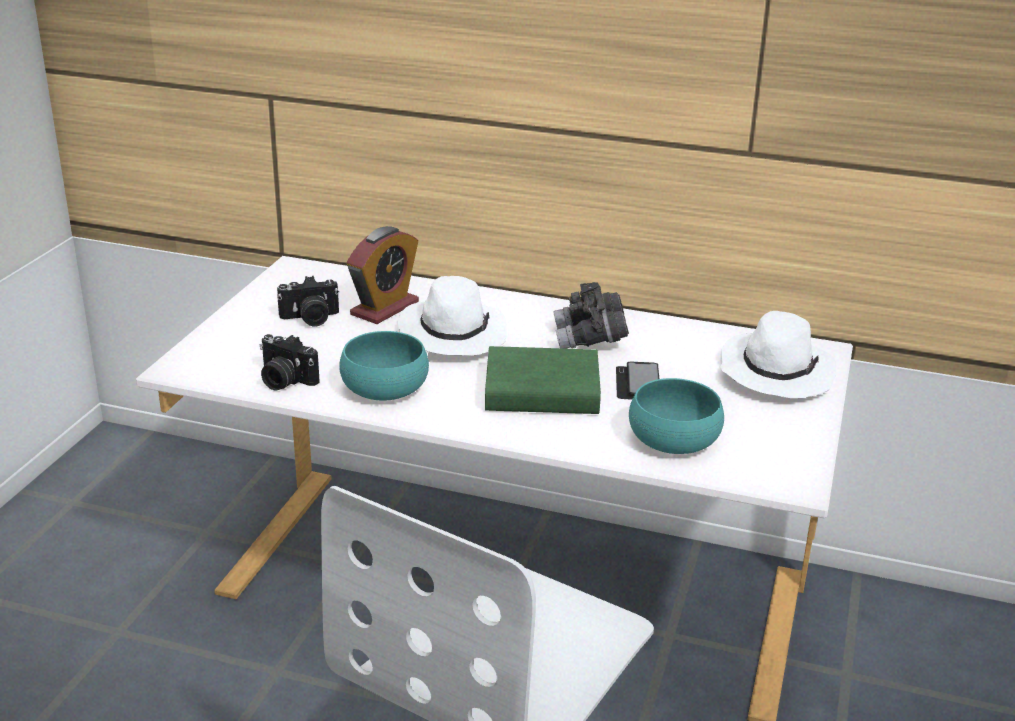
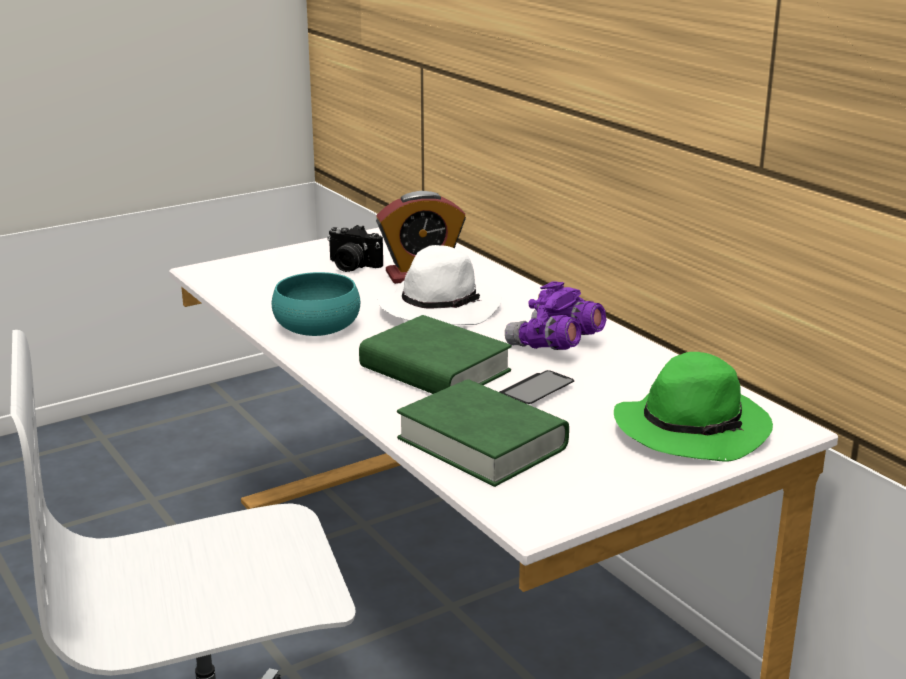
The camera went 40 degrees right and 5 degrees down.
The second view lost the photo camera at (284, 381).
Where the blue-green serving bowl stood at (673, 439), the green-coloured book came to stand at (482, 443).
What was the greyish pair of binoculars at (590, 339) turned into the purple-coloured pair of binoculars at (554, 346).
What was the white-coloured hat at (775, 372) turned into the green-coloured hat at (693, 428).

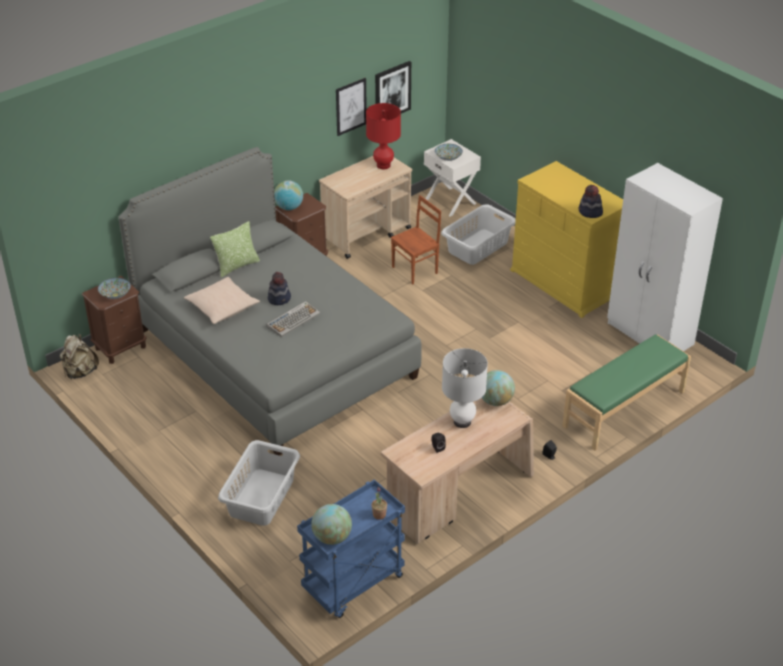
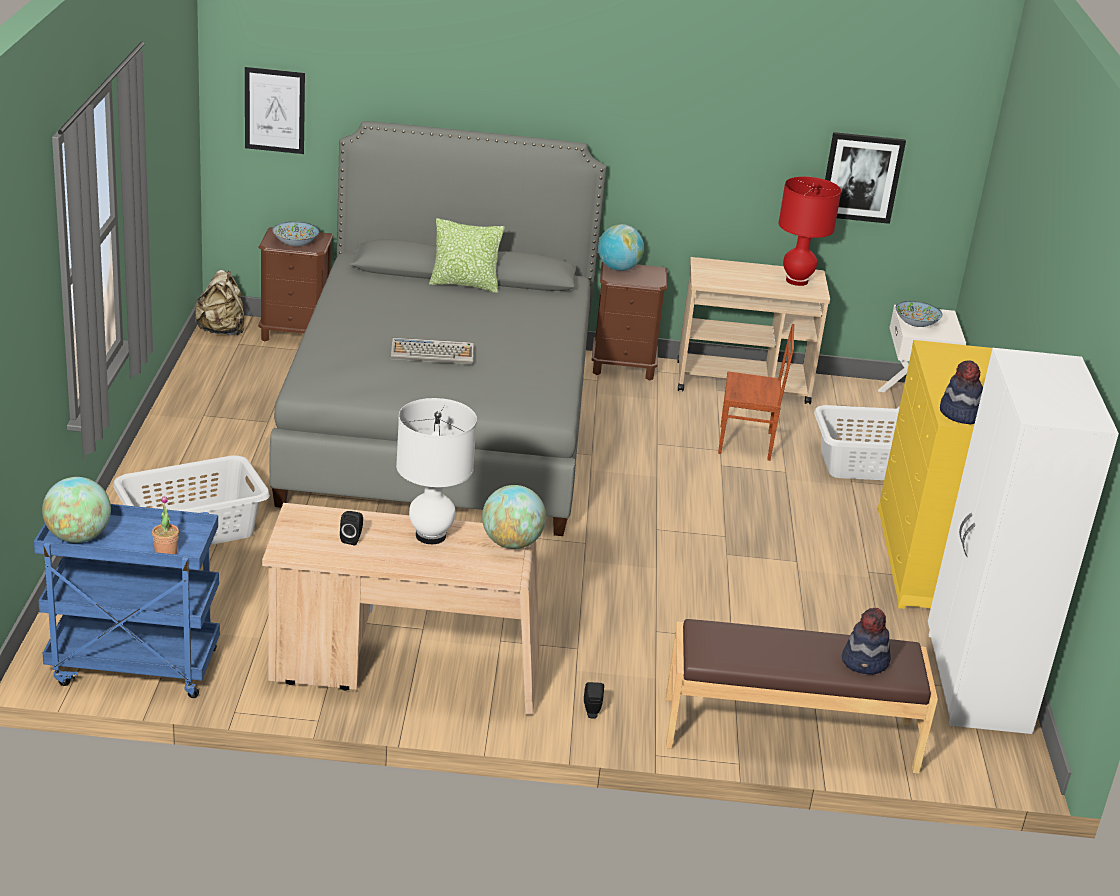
The camera went 40 degrees right and 10 degrees down.
The second view lost the beige-coloured throw pillow at (222, 307).
The hat ended up elsewhere, having gone from (279, 298) to (865, 662).
The wall art ended up elsewhere, having gone from (351, 106) to (274, 110).
What was the green-coloured long seat at (624, 409) turned into the brown-coloured long seat at (789, 734).

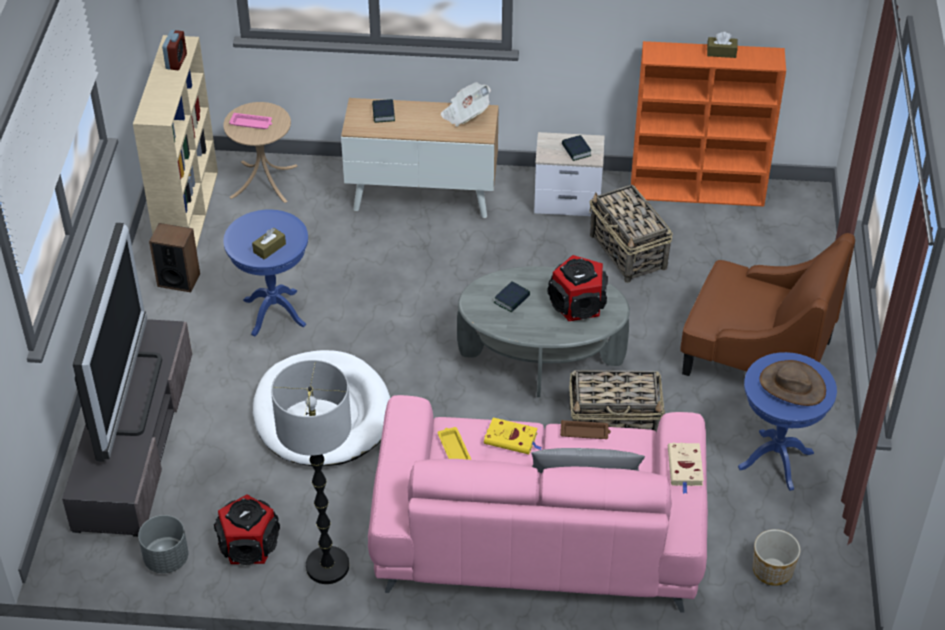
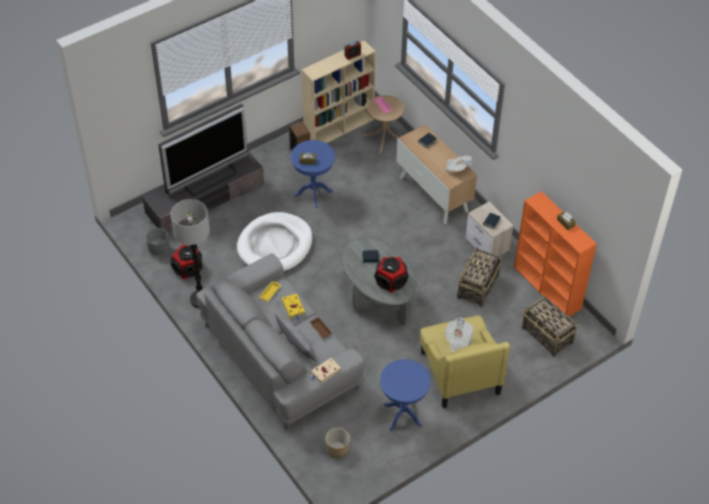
The camera went 50 degrees right and 5 degrees up.
The second view lost the brown-coloured hat at (792, 386).
The second view gained the printed paper at (458, 340).
The storage basket ended up elsewhere, having gone from (614, 427) to (547, 335).
What was the pink sofa at (537, 533) turned into the greyish sofa at (280, 355).
What was the brown-coloured lounge chair at (756, 357) turned into the yellow lounge chair at (459, 372).

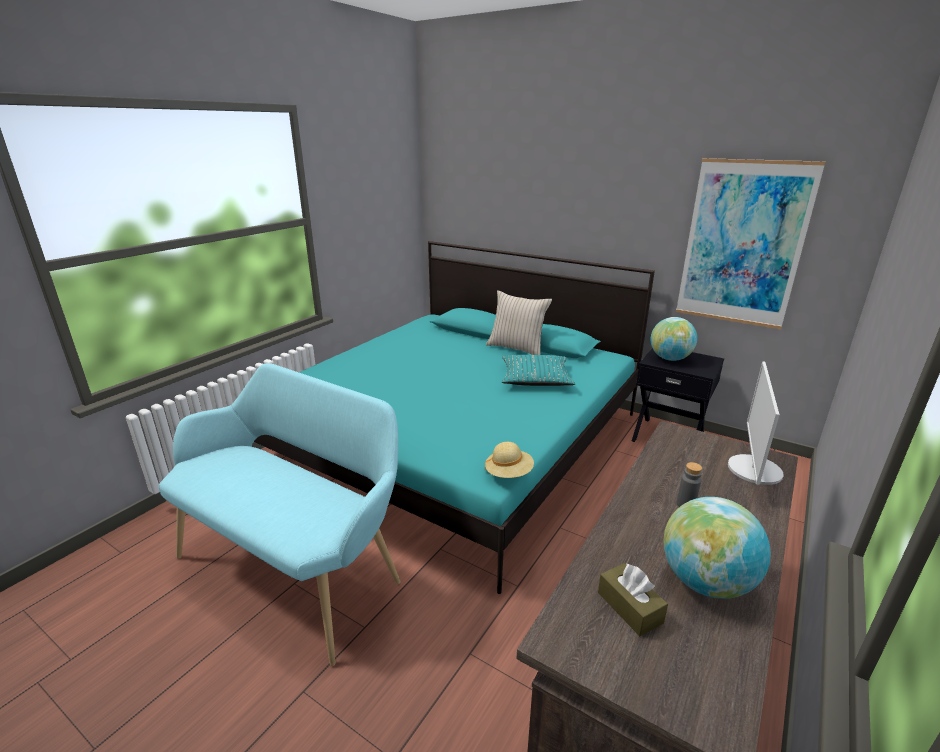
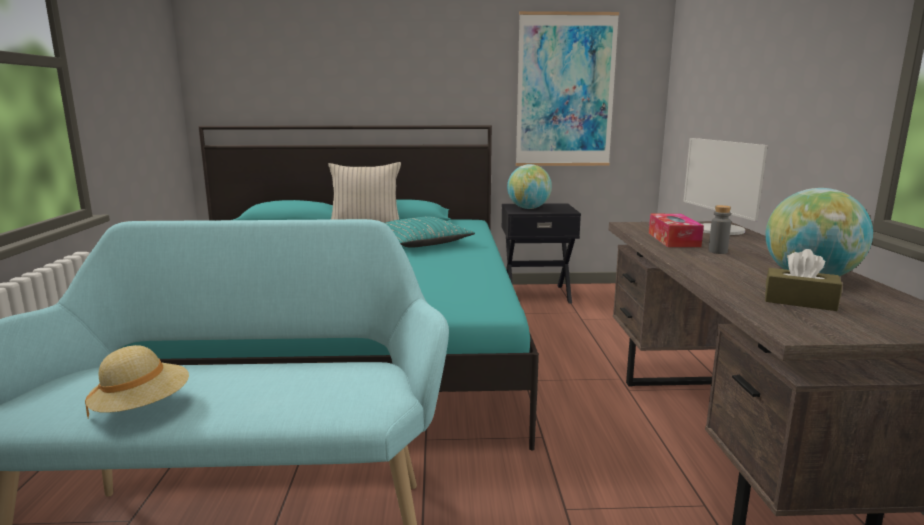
The camera went 35 degrees left and 10 degrees down.
The second view gained the tissue holder at (673, 239).
The beige-coloured hat ended up elsewhere, having gone from (509, 473) to (142, 408).

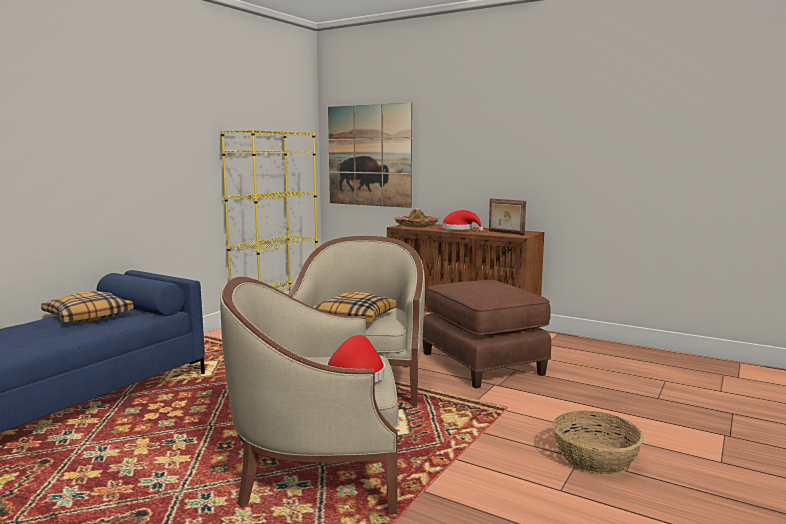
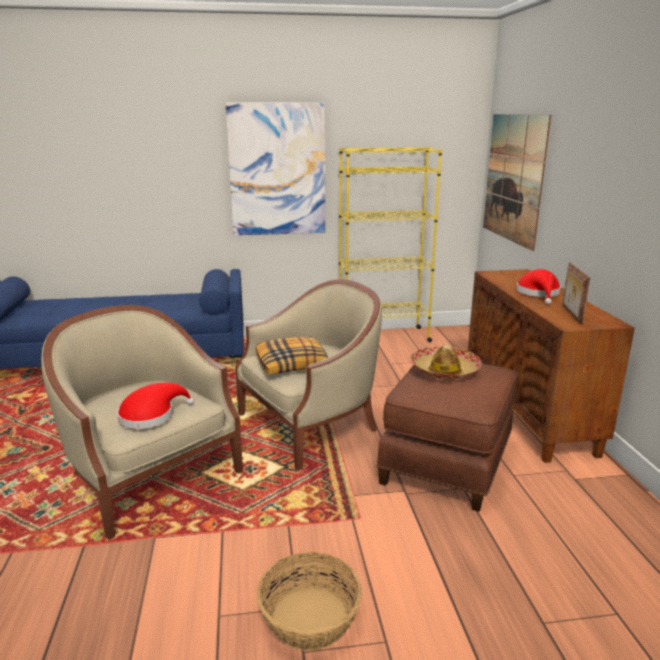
The camera went 50 degrees right and 10 degrees up.
The second view lost the throw pillow at (88, 316).
The second view gained the wall art at (277, 170).
The hat ended up elsewhere, having gone from (416, 226) to (444, 370).

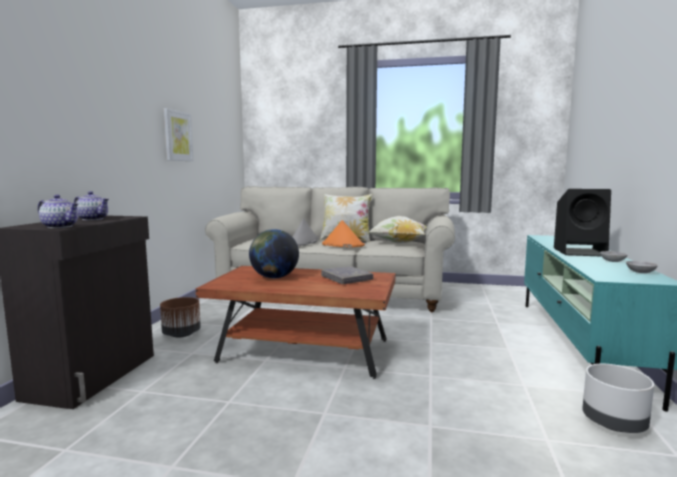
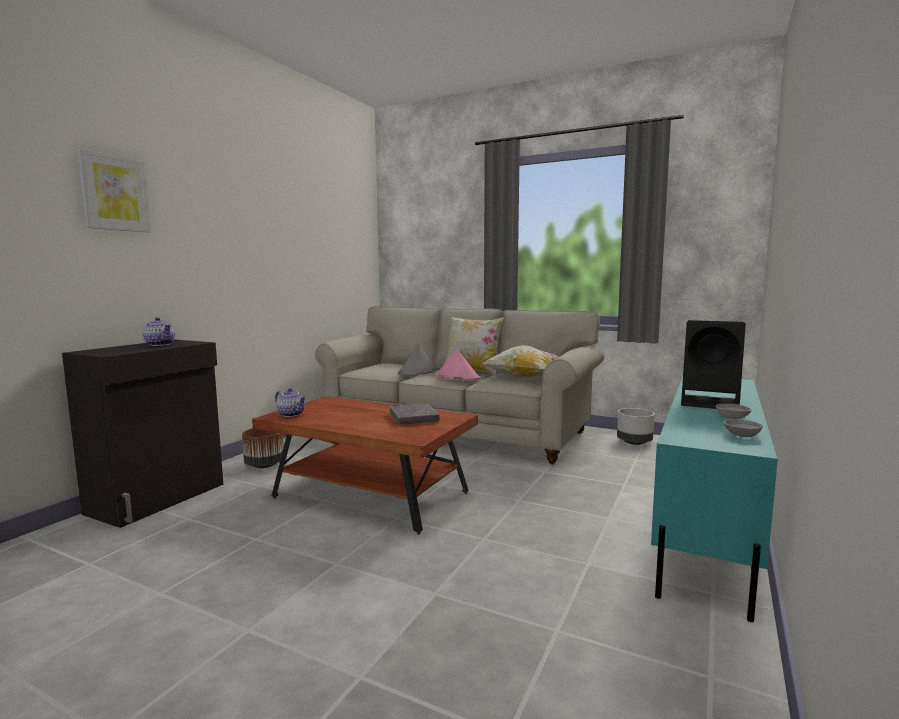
The camera went 15 degrees right and 0 degrees up.
The second view lost the globe at (274, 277).
The tea pot ended up elsewhere, having gone from (61, 226) to (292, 414).
The wall art ended up elsewhere, having gone from (177, 136) to (114, 193).
The greyish flower pot ended up elsewhere, having gone from (614, 424) to (634, 442).
What was the orange-coloured hat at (342, 245) turned into the pink hat at (457, 377).

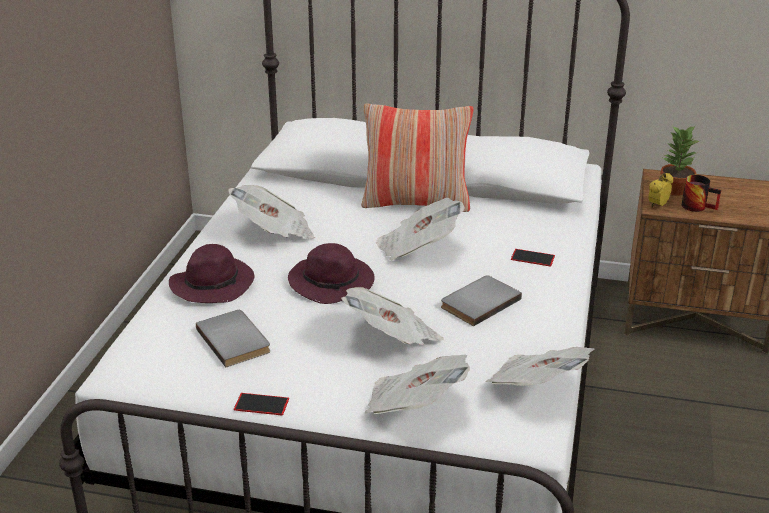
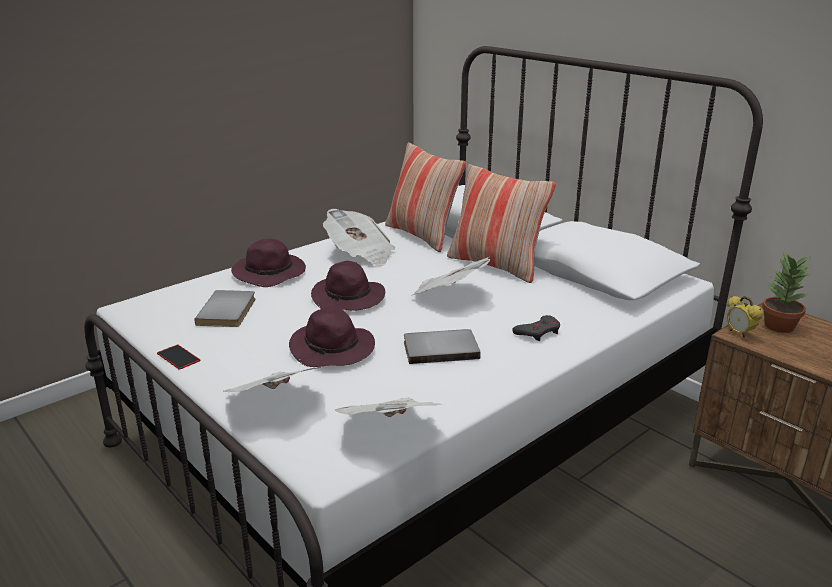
The camera went 35 degrees right and 5 degrees down.
The second view lost the coffee mug at (698, 206).
The second view gained the throw pillow at (422, 235).
Where the printed paper stood at (393, 339), the purple-coloured hat came to stand at (333, 349).
Where the telephone stood at (532, 258), the greyish joypad came to stand at (538, 332).
The table clock at (657, 206) ended up facing another way, 105 degrees counterclockwise from before.

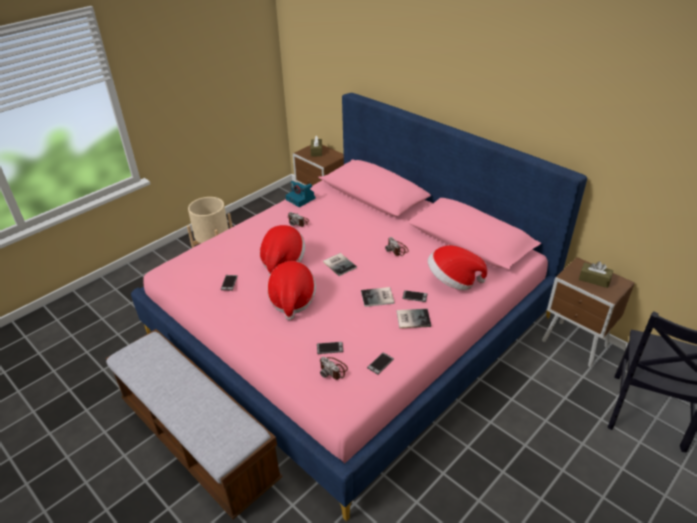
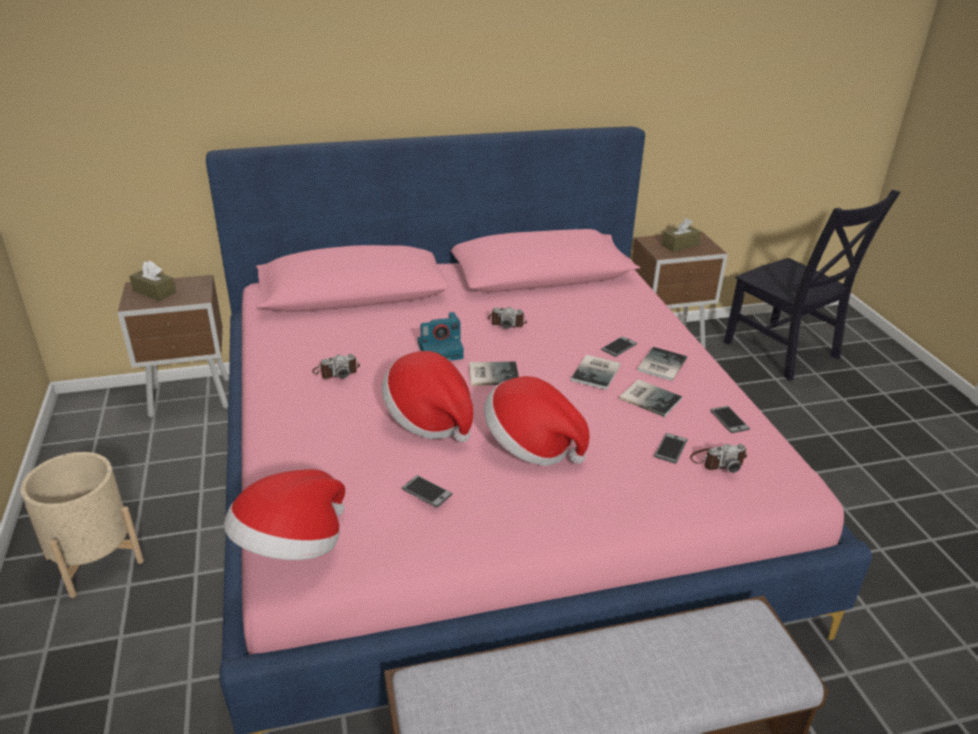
The camera went 60 degrees left and 5 degrees down.
The second view gained the book at (649, 397).
The photo camera ended up elsewhere, having gone from (301, 199) to (441, 349).
The hat ended up elsewhere, having gone from (453, 281) to (291, 547).

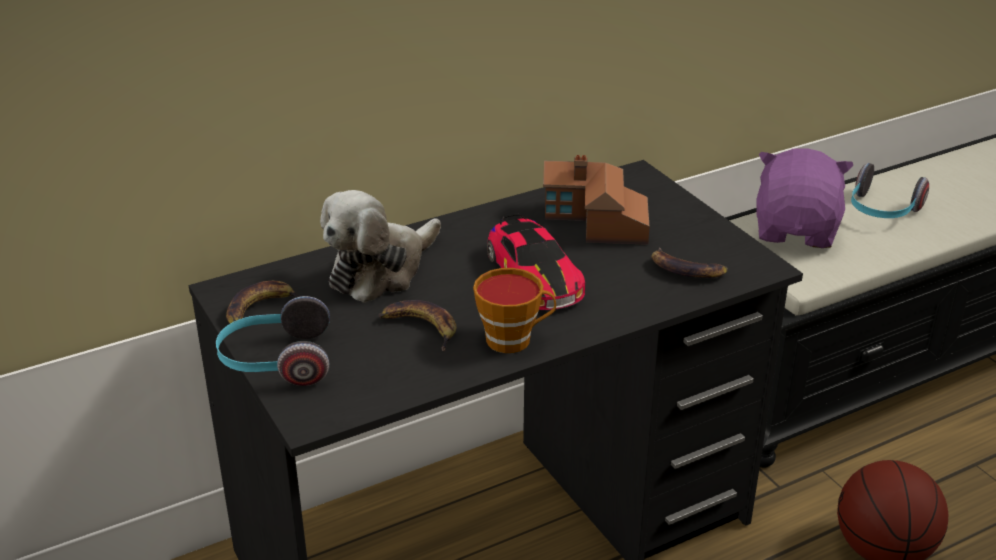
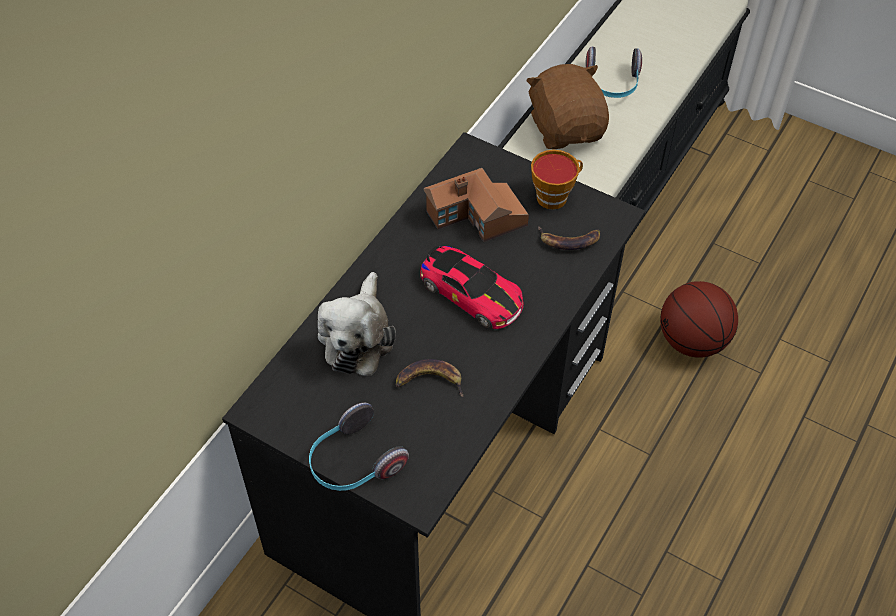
The camera went 30 degrees left and 20 degrees up.
The second view lost the banana at (260, 309).
The drinking cup ended up elsewhere, having gone from (514, 339) to (555, 196).
What was the purple-coloured soft toy at (796, 230) turned into the brown-coloured soft toy at (566, 128).

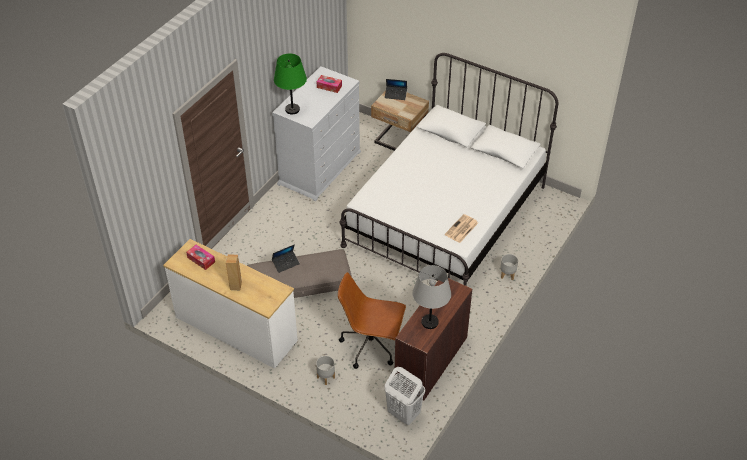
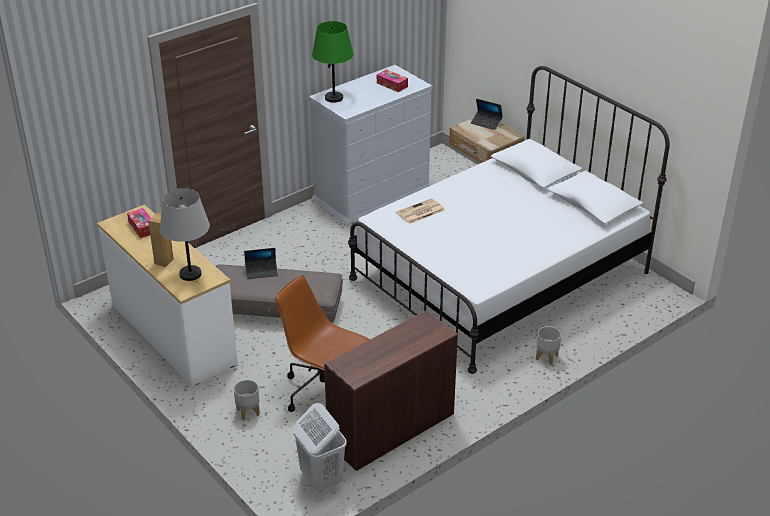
The camera went 20 degrees right and 10 degrees down.
The greyish table lamp ended up elsewhere, having gone from (430, 322) to (190, 274).
The printed paper ended up elsewhere, having gone from (461, 229) to (420, 212).

